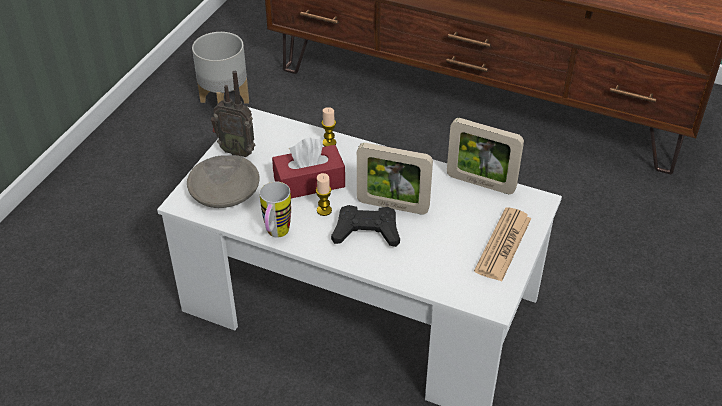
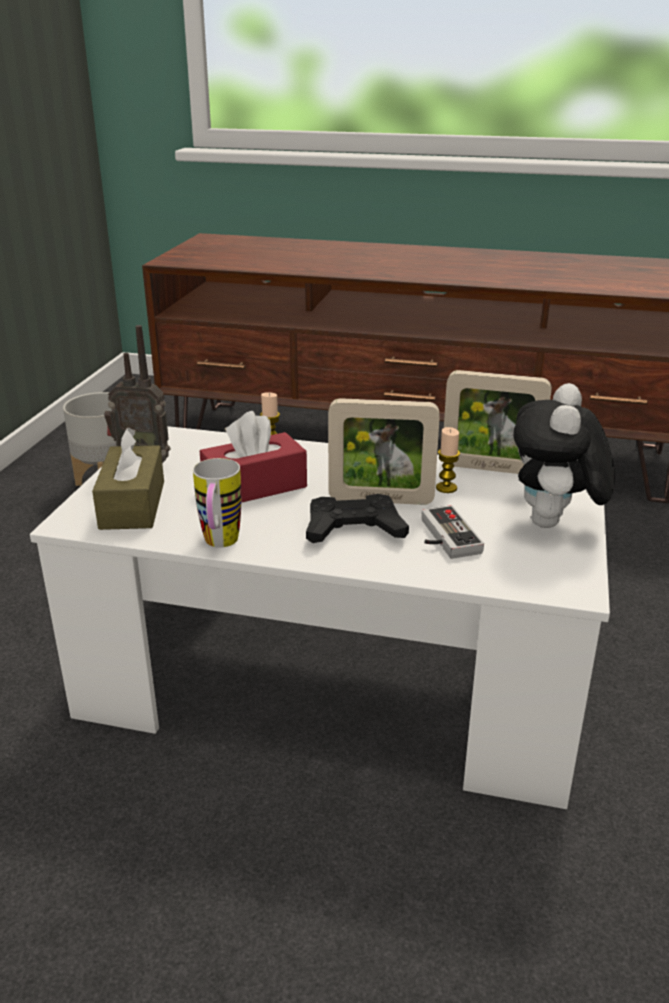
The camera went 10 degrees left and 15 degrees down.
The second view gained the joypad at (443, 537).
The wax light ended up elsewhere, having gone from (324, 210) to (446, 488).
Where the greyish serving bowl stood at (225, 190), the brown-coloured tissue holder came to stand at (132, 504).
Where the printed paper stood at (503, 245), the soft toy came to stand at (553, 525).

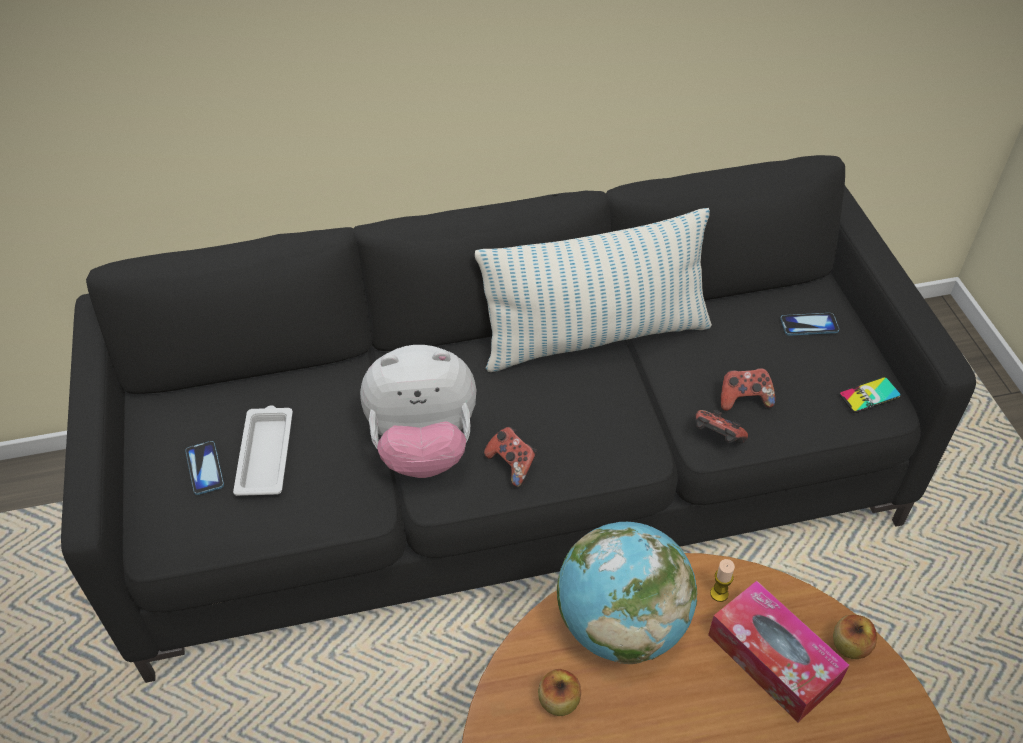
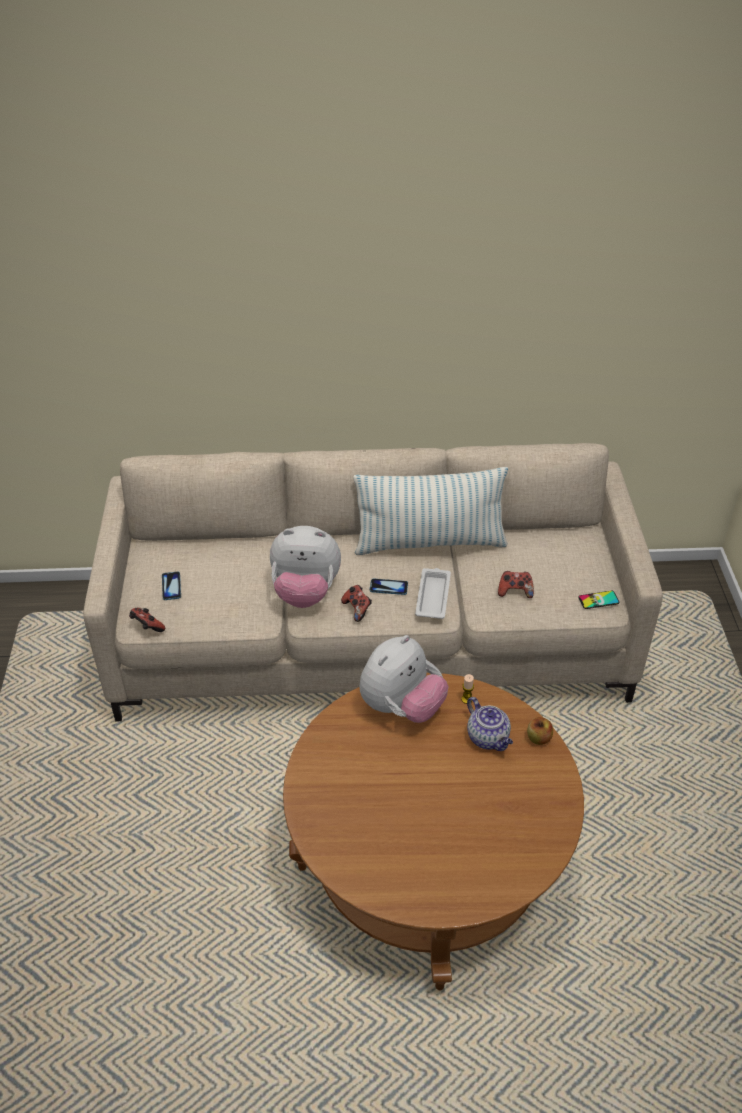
The camera went 10 degrees right and 5 degrees down.
The second view lost the apple fruit at (558, 701).
The white-coloured tray ended up elsewhere, having gone from (266, 454) to (433, 596).
The joypad ended up elsewhere, having gone from (716, 438) to (147, 627).
The telephone ended up elsewhere, having gone from (809, 325) to (388, 587).
Where the globe stood at (621, 625), the soft toy came to stand at (401, 707).
Where the tissue holder stood at (773, 659), the tea pot came to stand at (488, 738).
What was the black-coloured sofa at (512, 487) turned into the beige-coloured sofa at (371, 642).

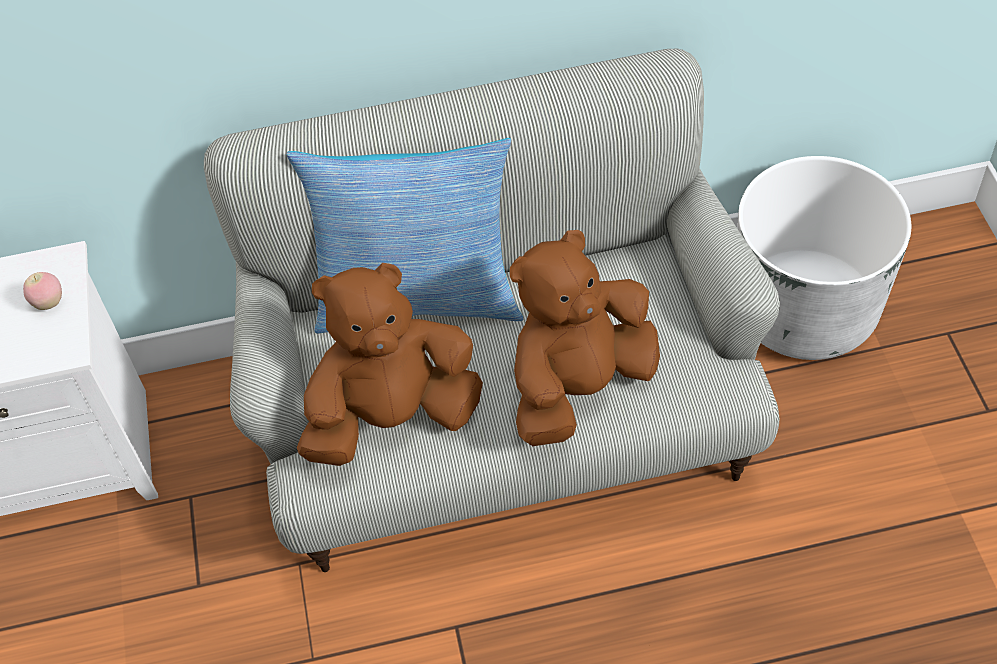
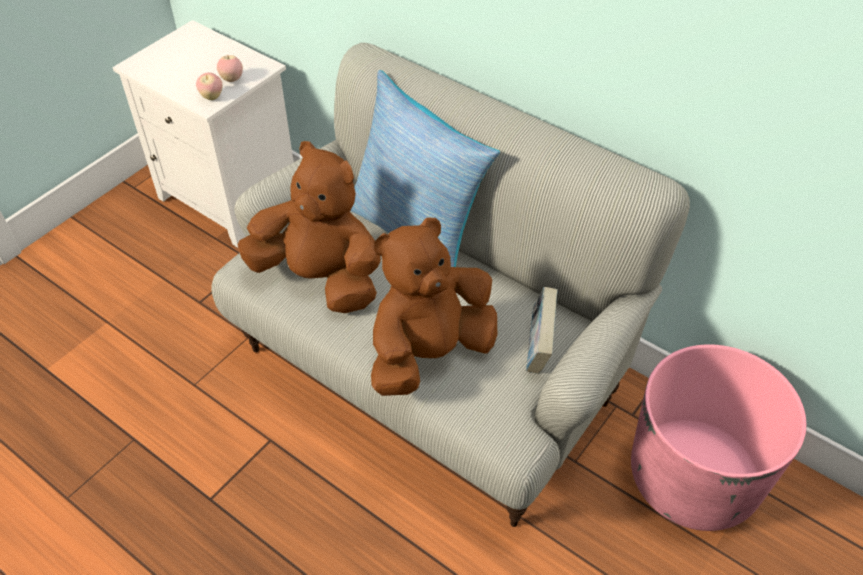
The camera went 45 degrees right and 5 degrees down.
The second view gained the apple fruit at (212, 97).
The second view gained the book at (538, 349).
What was the white-coloured flower pot at (805, 310) turned into the pink flower pot at (693, 477).
The brown-coloured soft toy at (579, 386) ended up facing another way, 45 degrees counterclockwise from before.

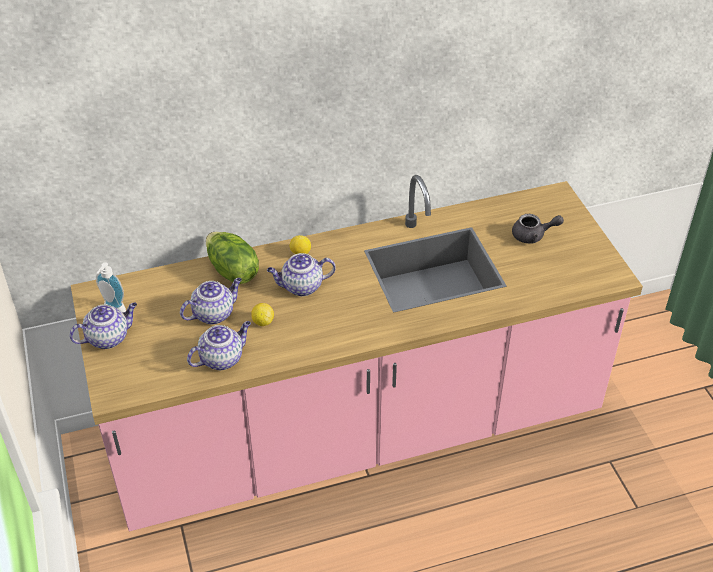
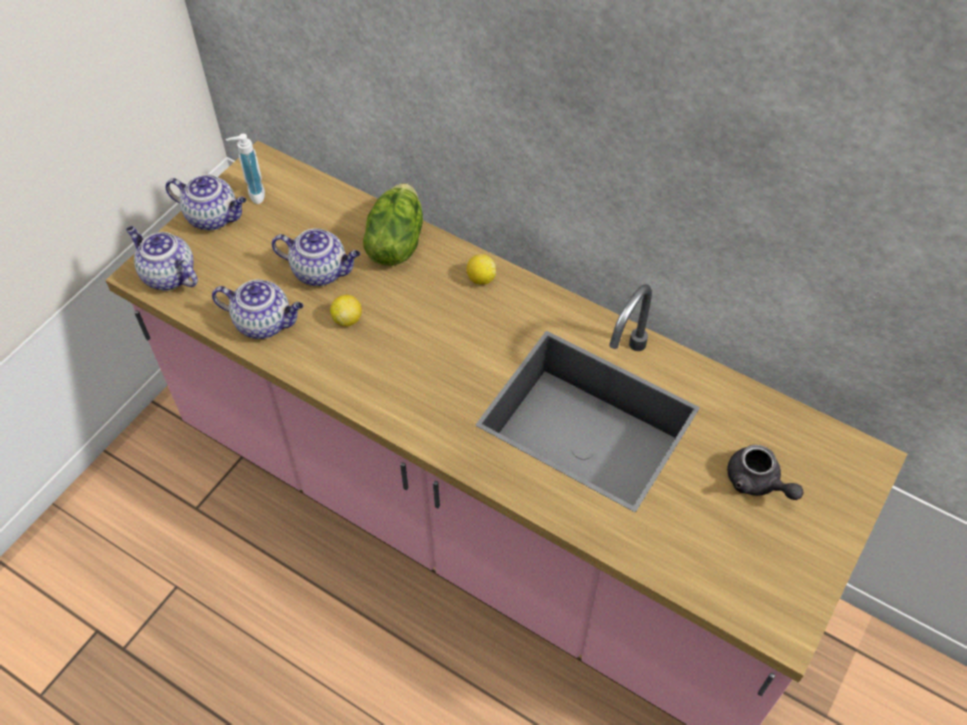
The camera went 50 degrees right and 10 degrees up.
The tea pot ended up elsewhere, having gone from (301, 287) to (168, 275).

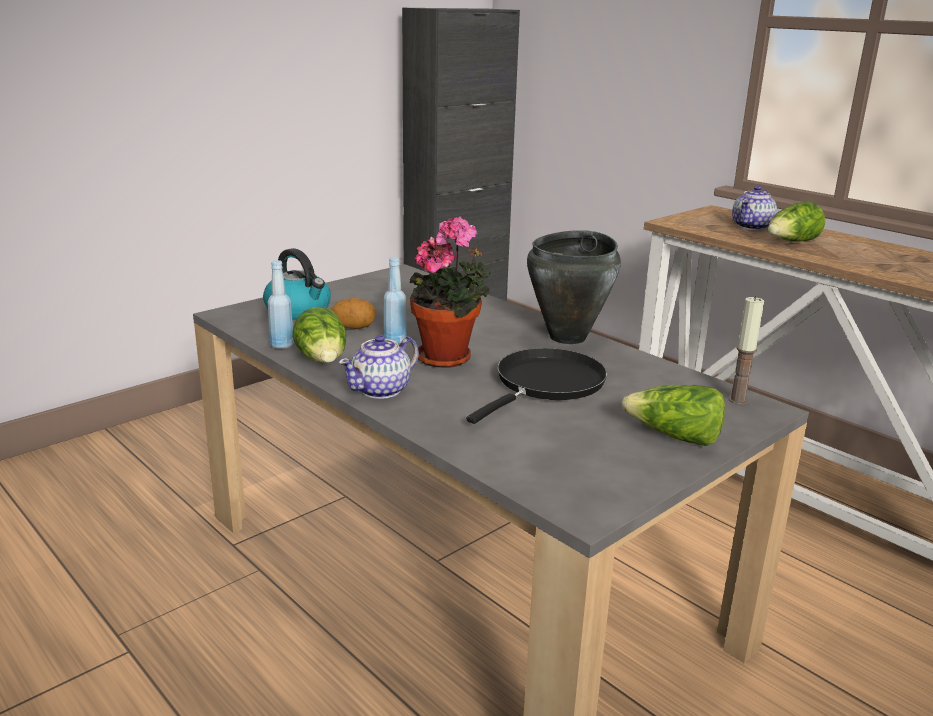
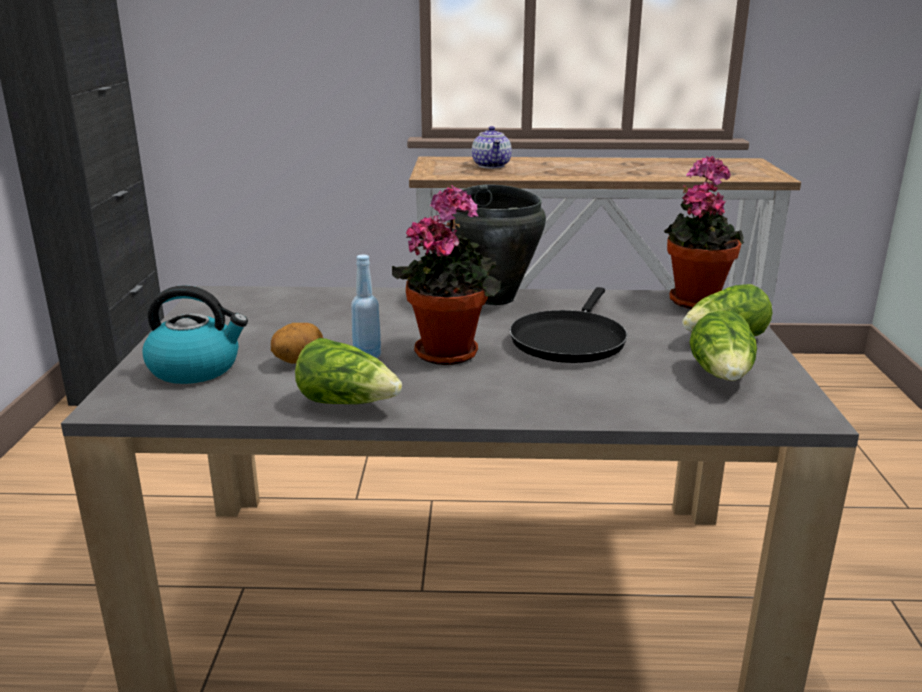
The camera went 45 degrees left and 0 degrees up.
The second view lost the blue drink bottle at (282, 345).
The second view lost the tea pot at (381, 390).
The head of lettuce ended up elsewhere, having gone from (791, 242) to (722, 376).
Where the wax light stood at (737, 400), the potted plant came to stand at (694, 299).
The black-coloured frying pan at (546, 384) ended up facing another way, 150 degrees counterclockwise from before.

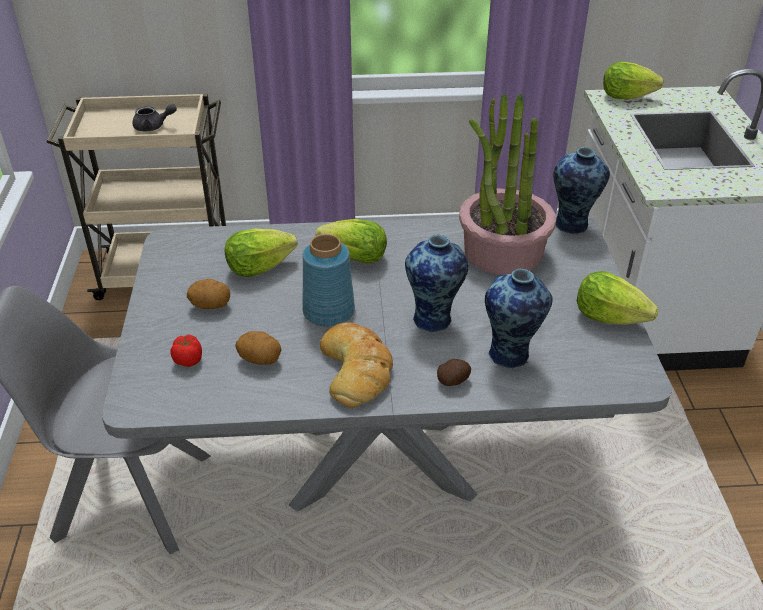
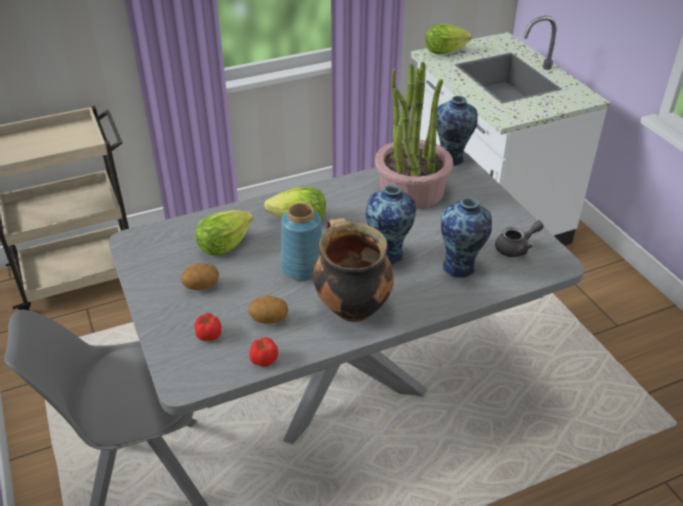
The camera went 20 degrees left and 0 degrees up.
The second view lost the spud at (453, 381).
The second view lost the head of lettuce at (608, 317).
The second view gained the tomato at (263, 360).
The greyish tea pot ended up elsewhere, having gone from (153, 127) to (516, 248).
Where the baked bread stood at (357, 368), the stockpot came to stand at (351, 307).

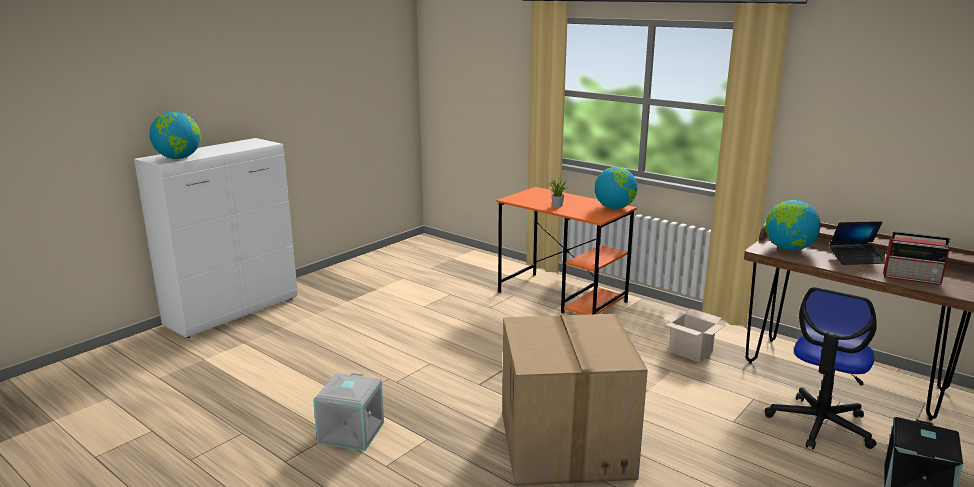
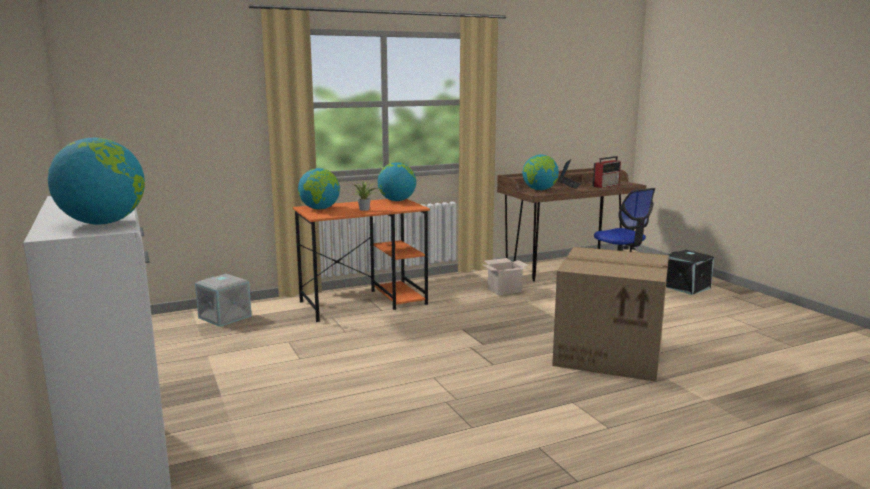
The camera went 65 degrees left and 5 degrees down.
The second view gained the globe at (319, 209).
The greyish storage container ended up elsewhere, having gone from (352, 433) to (226, 317).

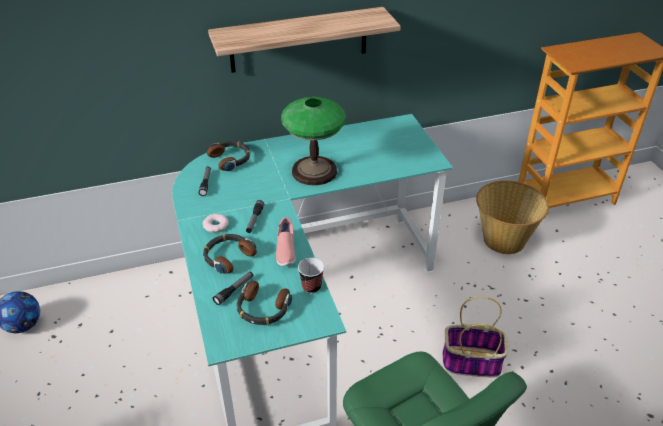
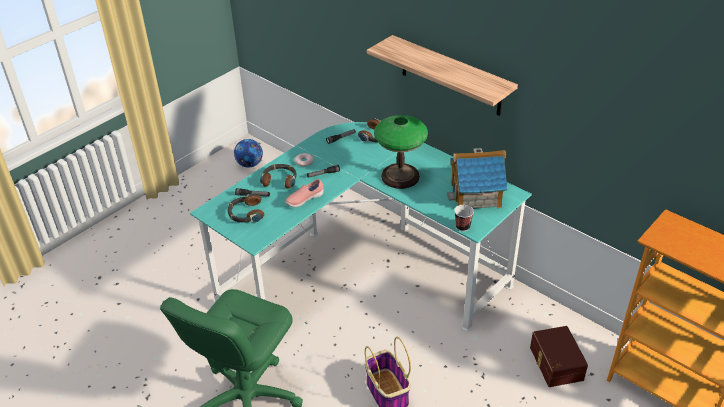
The camera went 60 degrees right and 0 degrees up.
The second view gained the toy house at (476, 195).
The drinking cup ended up elsewhere, having gone from (311, 287) to (462, 227).
Where the storage basket stood at (504, 239), the brown-coloured storage container came to stand at (555, 363).

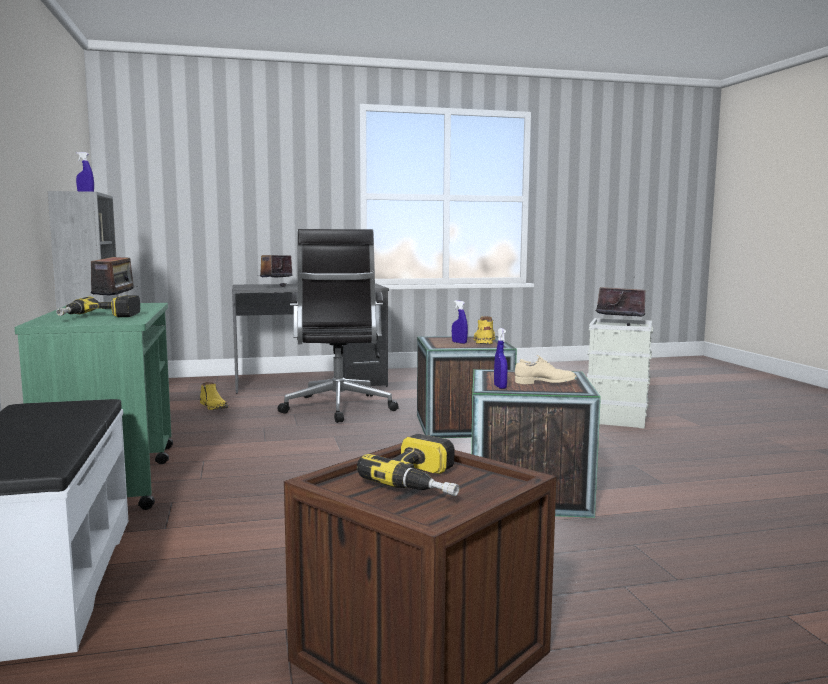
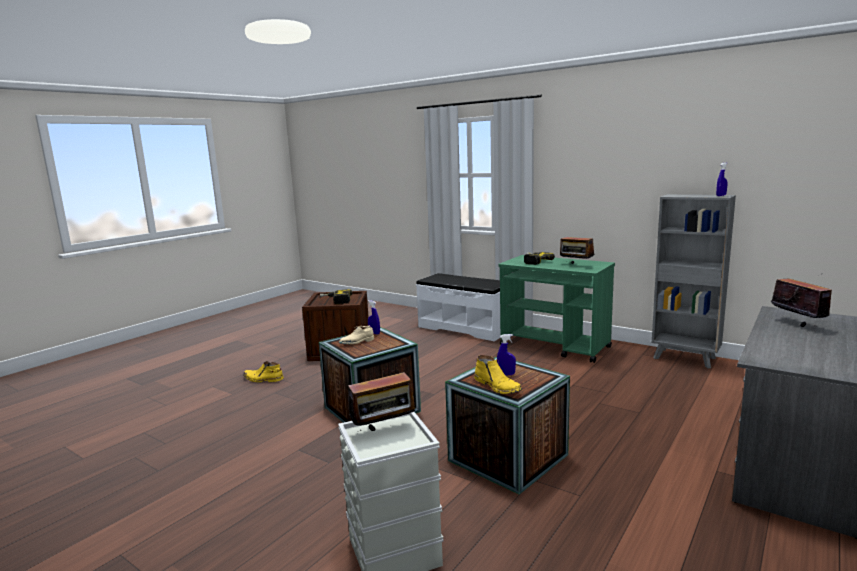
The camera went 140 degrees right and 5 degrees up.
The second view lost the black-coloured computer chair at (338, 408).
The yellow boot ended up elsewhere, having gone from (214, 407) to (263, 379).

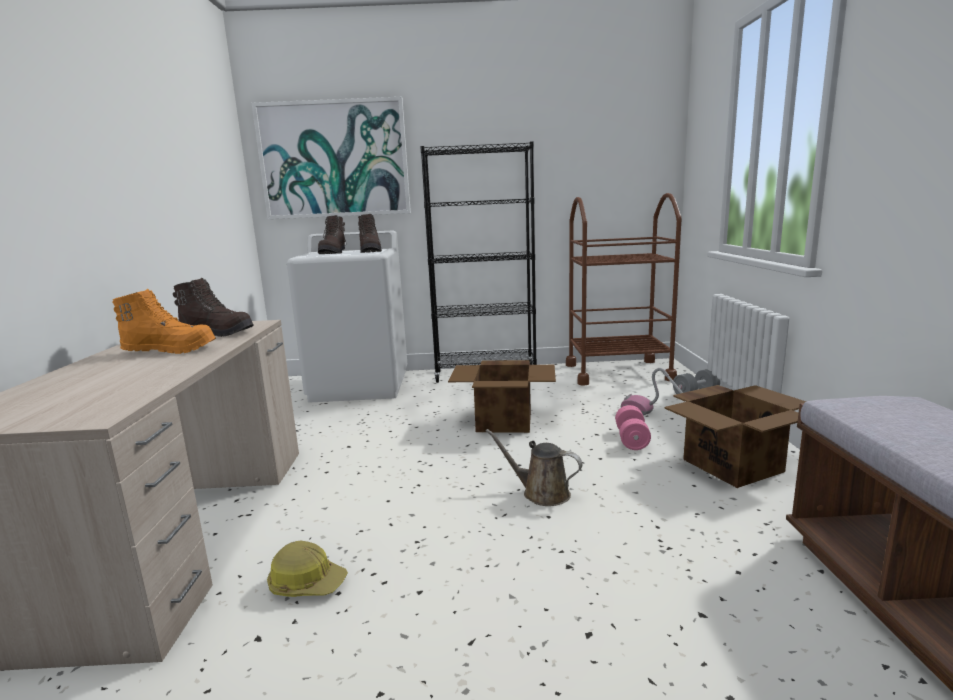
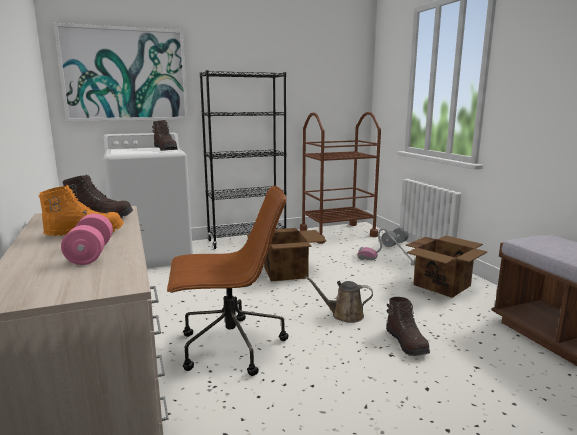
The camera went 20 degrees left and 0 degrees up.
The second view lost the hard hat at (307, 583).
The second view gained the brown-coloured computer chair at (229, 347).
The brown-coloured boot ended up elsewhere, having gone from (334, 253) to (407, 343).
The pink dumbbell ended up elsewhere, having gone from (631, 439) to (90, 254).

